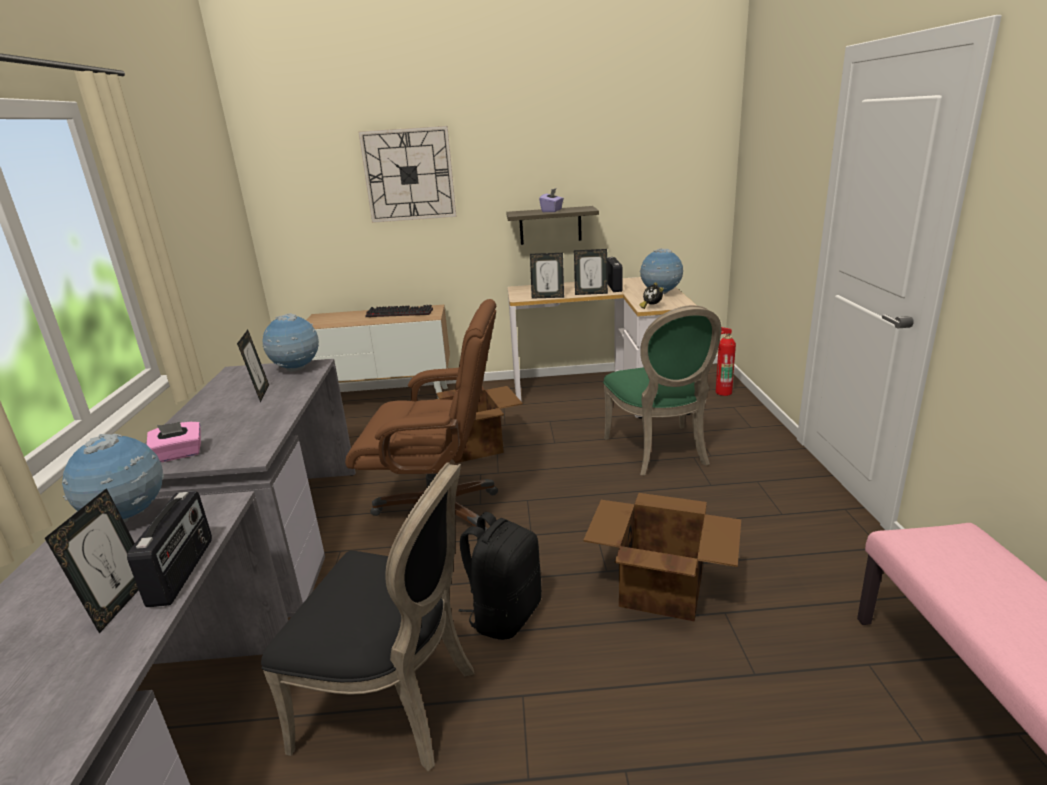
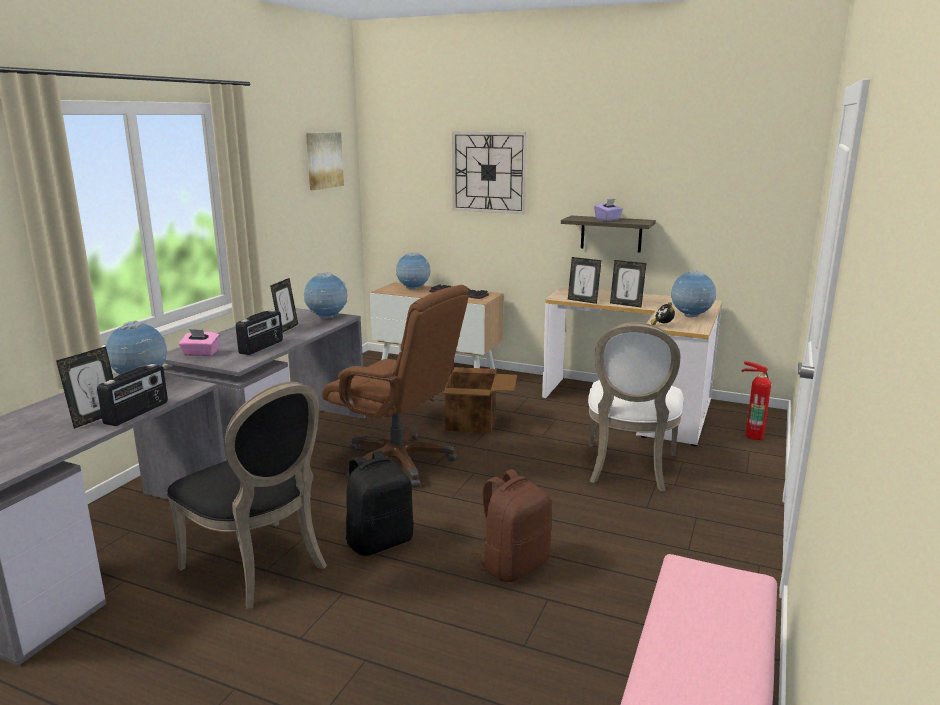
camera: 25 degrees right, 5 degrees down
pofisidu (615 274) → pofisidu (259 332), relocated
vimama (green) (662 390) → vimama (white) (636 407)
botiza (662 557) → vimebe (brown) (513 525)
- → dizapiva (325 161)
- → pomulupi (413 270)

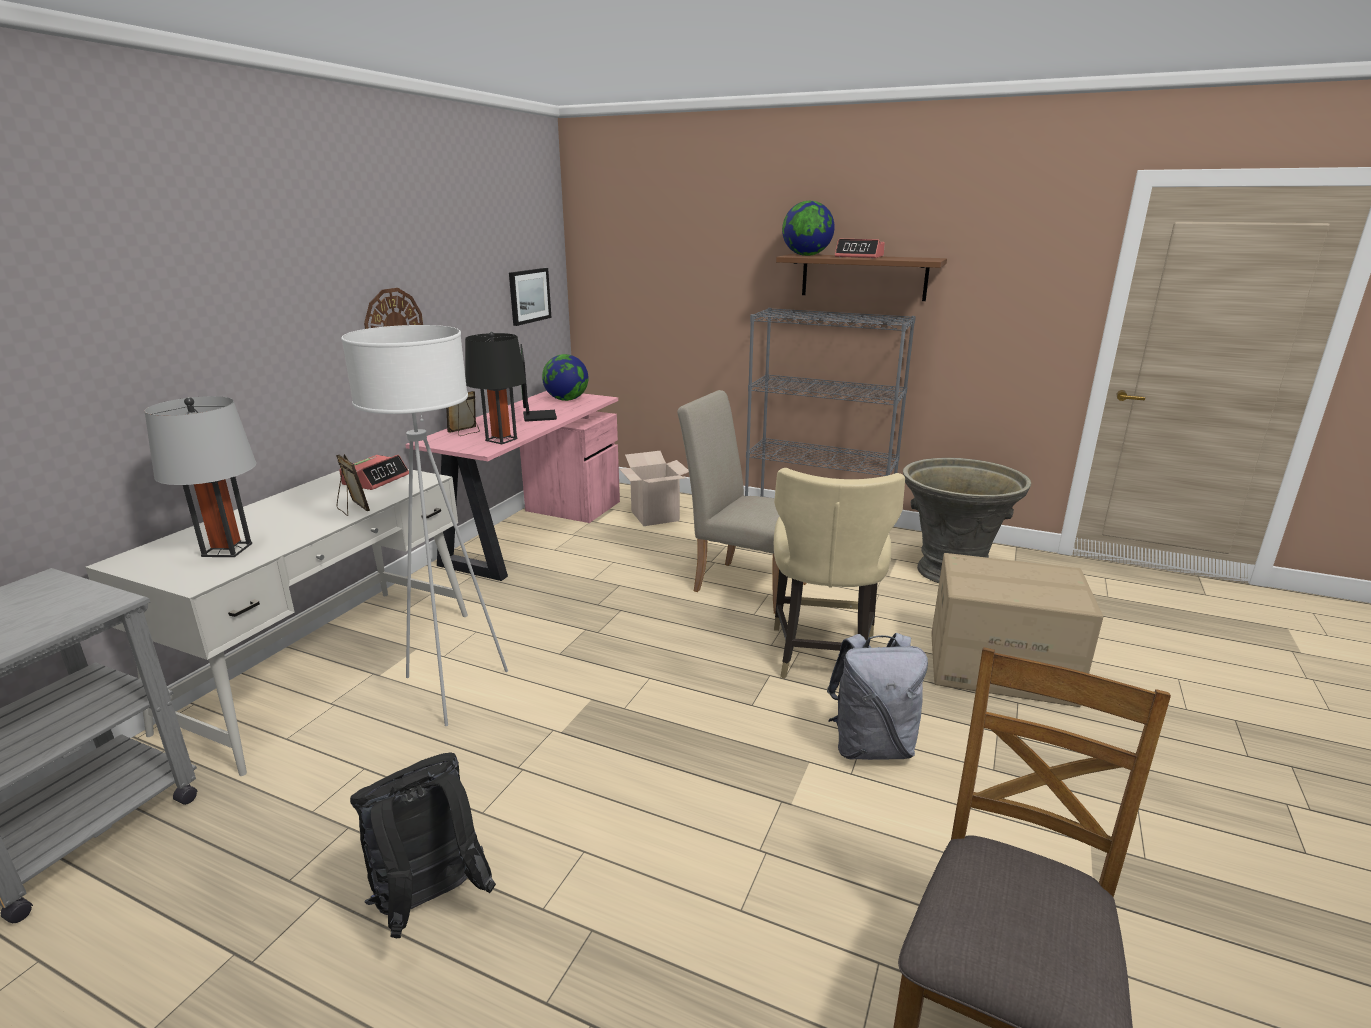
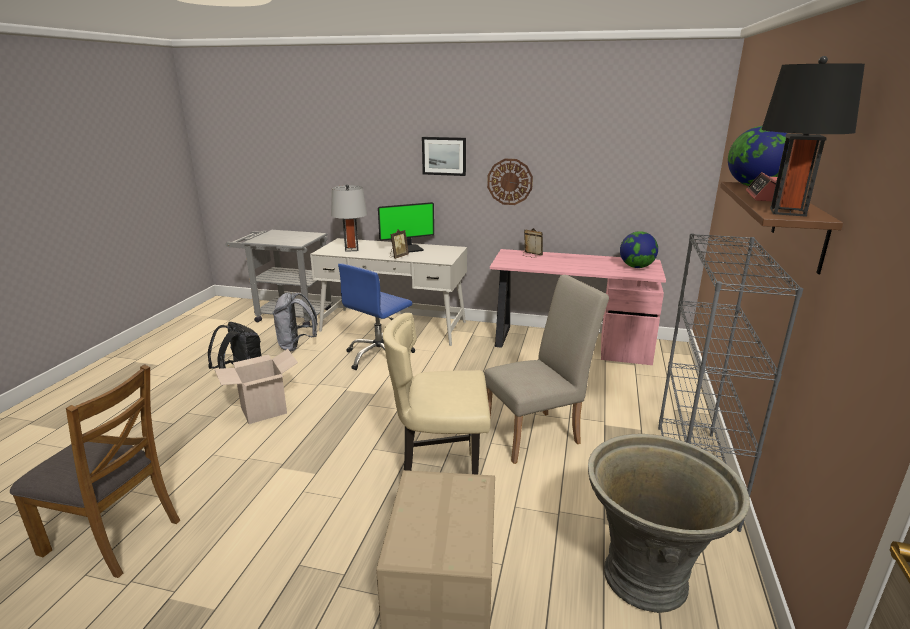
camera: 80 degrees right, 0 degrees up
dizapiva (530 297) → dizapiva (444 156), relocated
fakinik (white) (424 525) → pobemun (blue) (376 316)
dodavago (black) (495 388) → dodavago (black) (813 136), relocated
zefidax (538 383) → zefidax (406 227), relocated
vimama (beige) (742 502) → vimama (beige) (546 369), 45 degrees clockwise
botiza (654 488) → botiza (256 386), relocated
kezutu (374 472) → -
vimebe (grey) (877 696) → vimebe (grey) (295 321), relocated

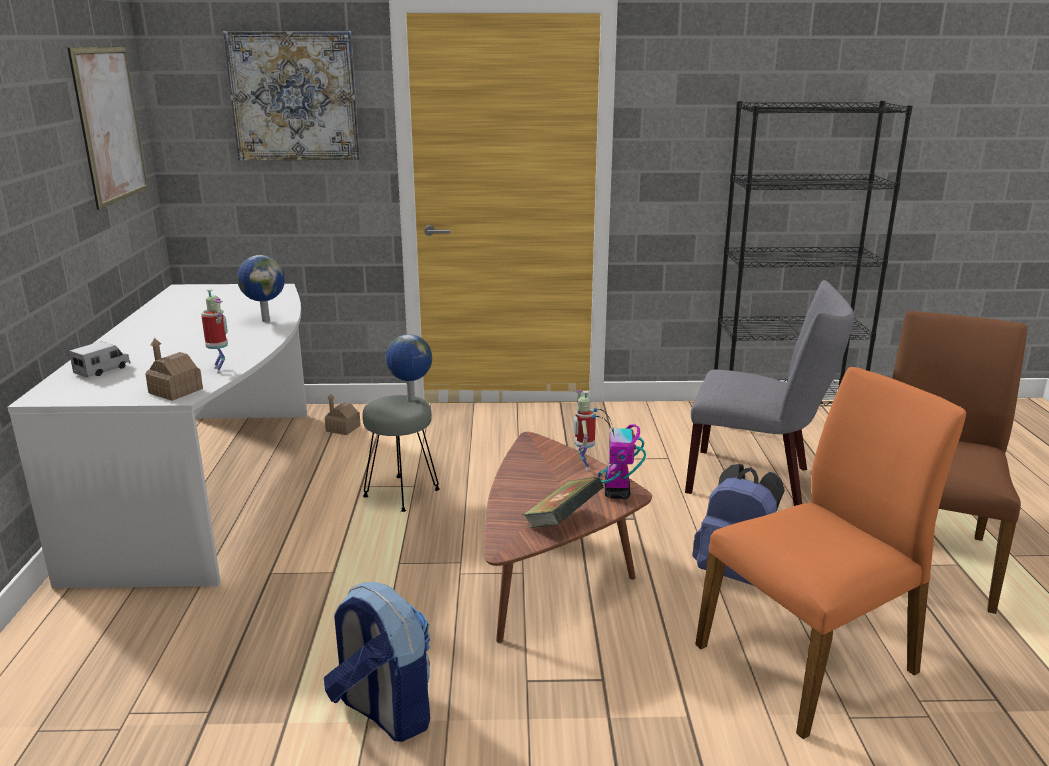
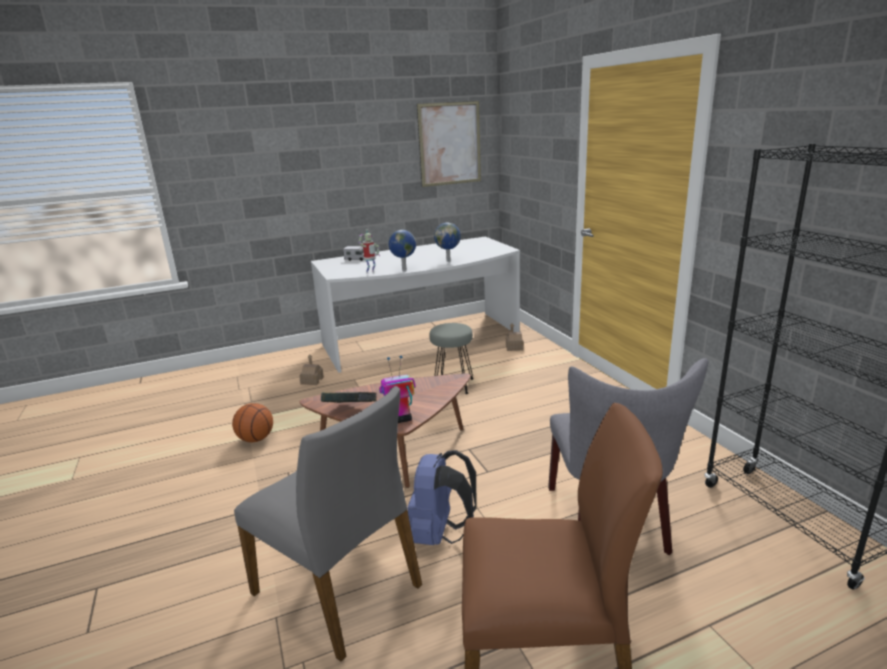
camera: 70 degrees right, 0 degrees up
dizapiva (291 95) → -
pomulupi (409 367) → pomulupi (402 250), relocated
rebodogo (174 369) → rebodogo (311 369), relocated
vimama (orange) (830 553) → vimama (grey) (328 524)
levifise (584 430) → -
vimebe (377 662) → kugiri (252 422)

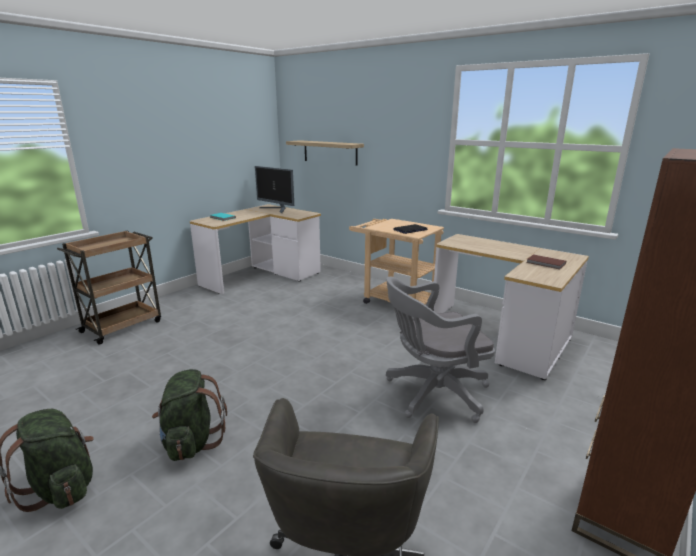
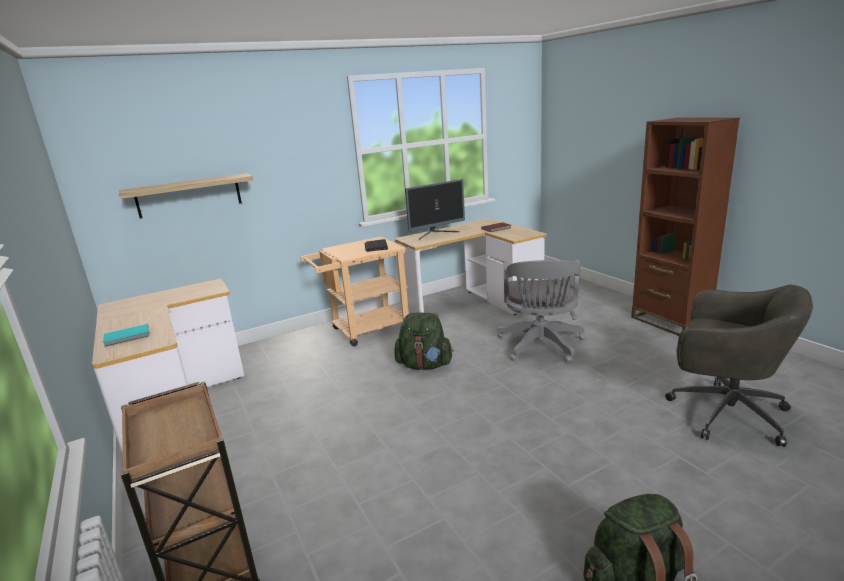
camera: 65 degrees left, 0 degrees up
zefidax (274 189) → zefidax (435 209), relocated
vimebe (green) (189 415) → vimebe (green) (423 341), relocated

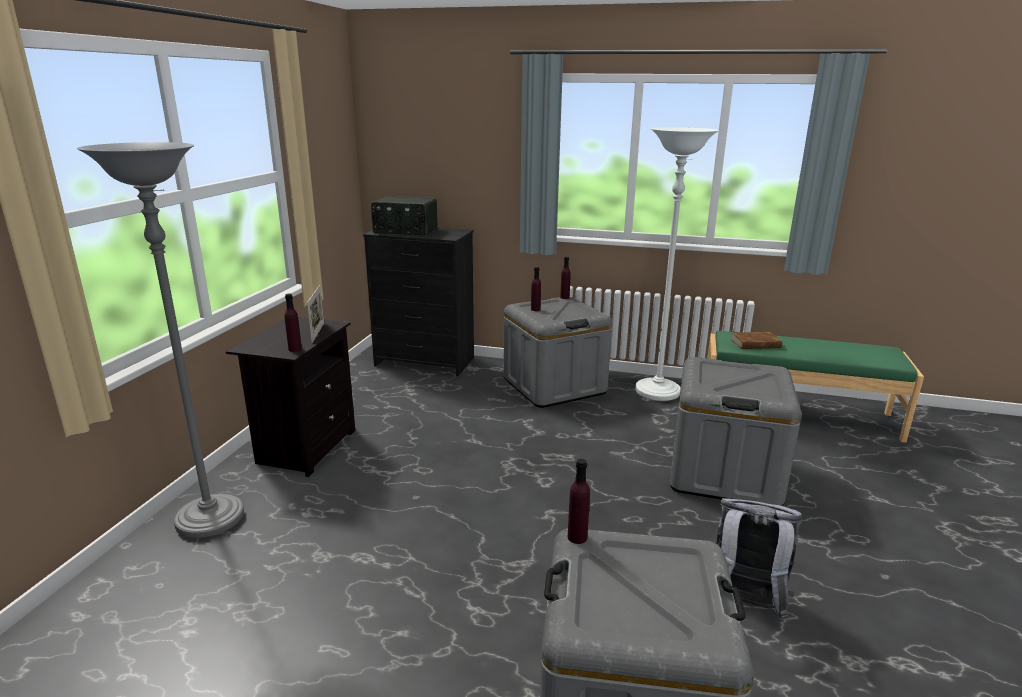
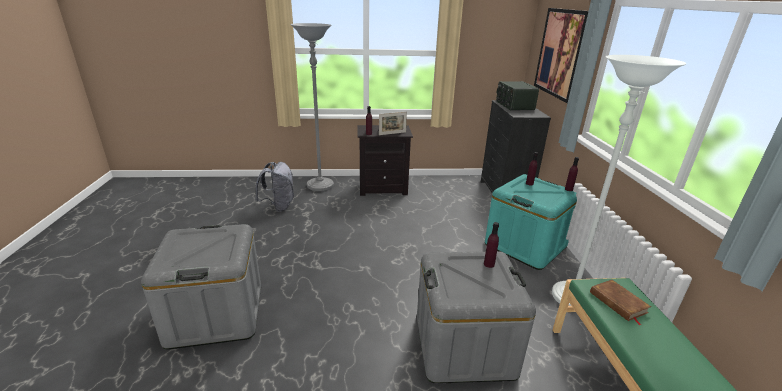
camera: 70 degrees right, 5 degrees up
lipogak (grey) (558 352) → lipogak (turquoise) (531 222)
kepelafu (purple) (579 501) → kepelafu (purple) (491 245), relocated
vimebe (grey) (758 559) → vimebe (grey) (274 187), relocated
- → dizapiva (561 55)

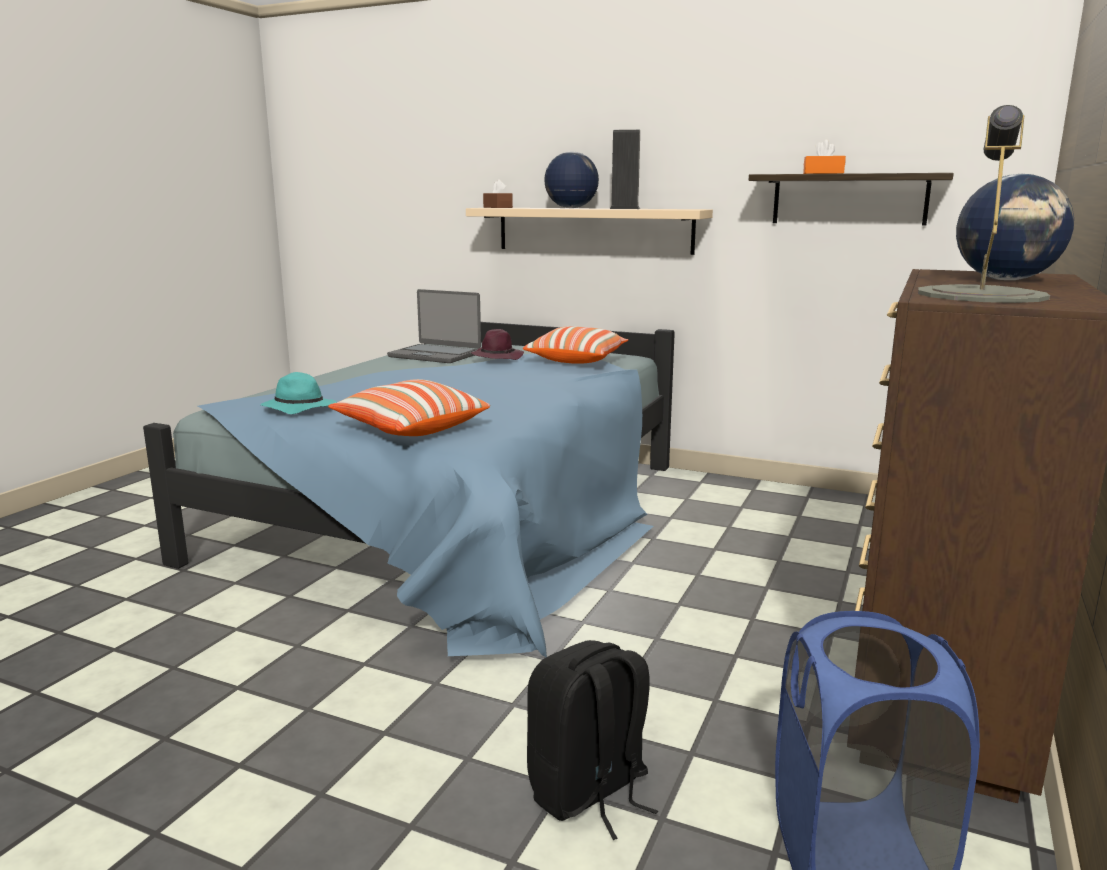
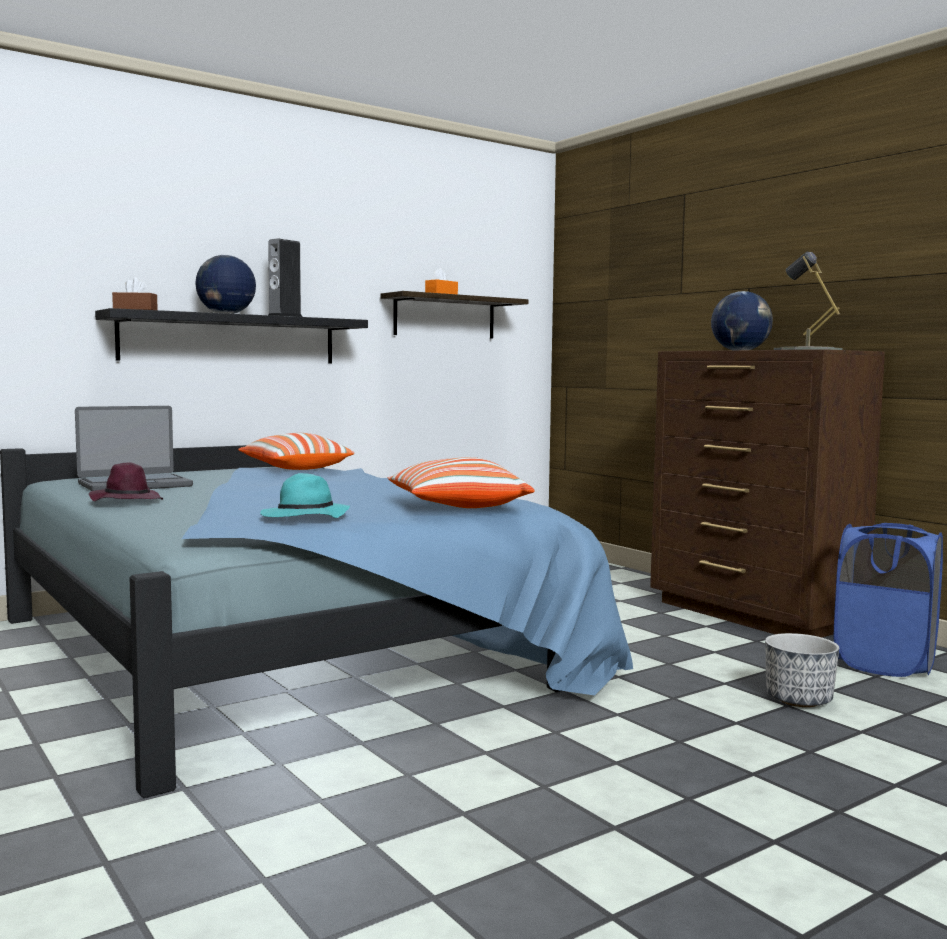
camera: 60 degrees left, 10 degrees down
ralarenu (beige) (589 231) → ralarenu (black) (231 335)
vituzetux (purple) (497 344) → vituzetux (purple) (126 482), relocated
vimebe (black) (592 740) → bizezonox (802 670)

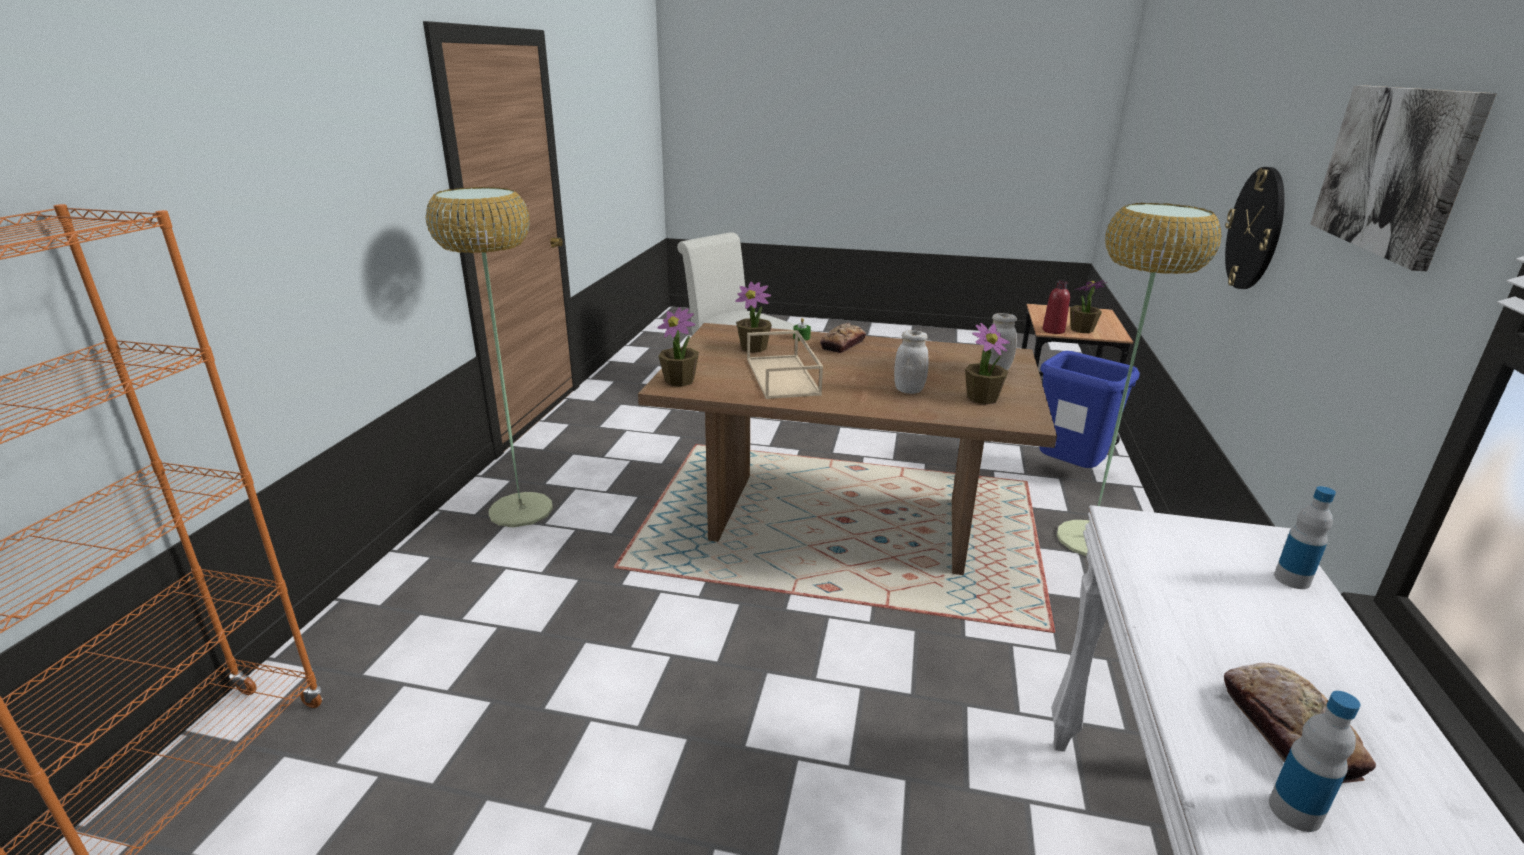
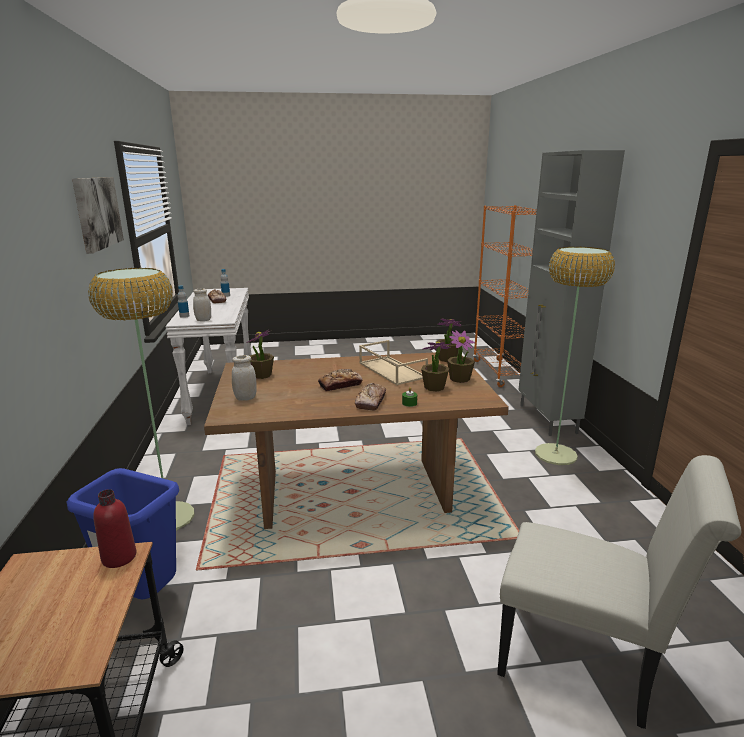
camera: 160 degrees right, 5 degrees down
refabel (1255 228) → -
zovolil (1089 306) → zovolil (461 356), relocated
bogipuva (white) (911 362) → bogipuva (white) (202 305), relocated
- → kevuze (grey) (572 293)
- → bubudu (340 380)

